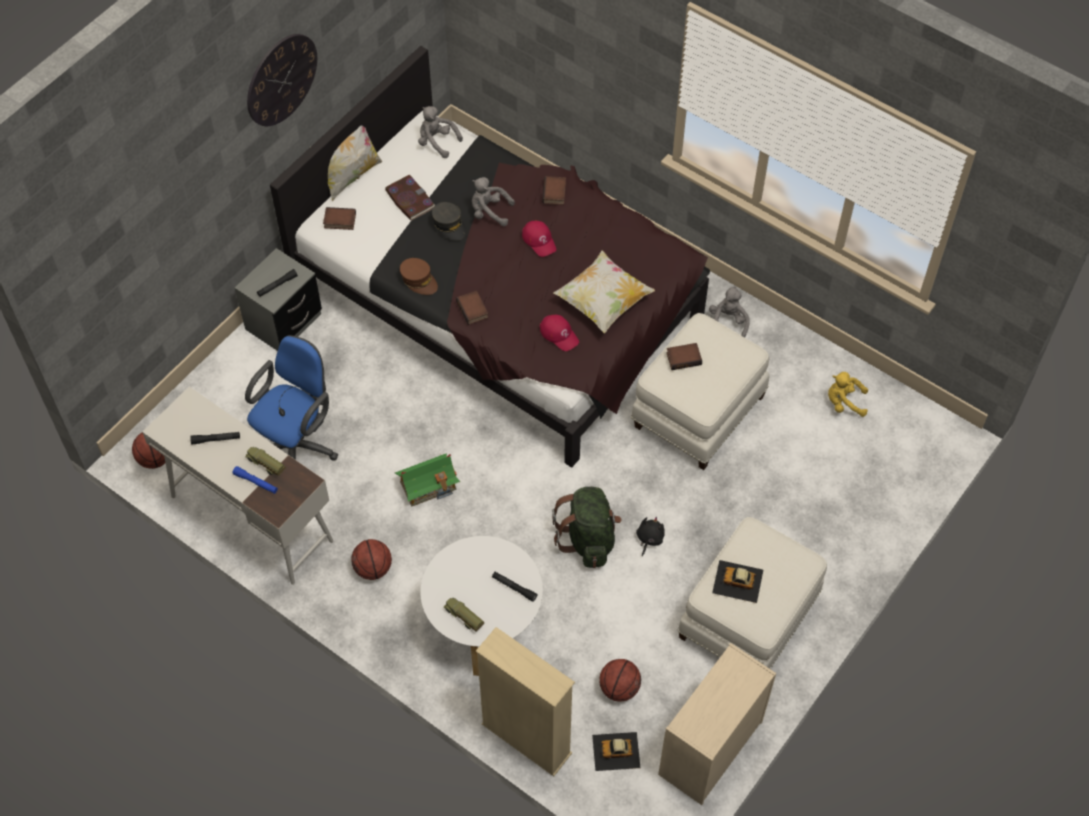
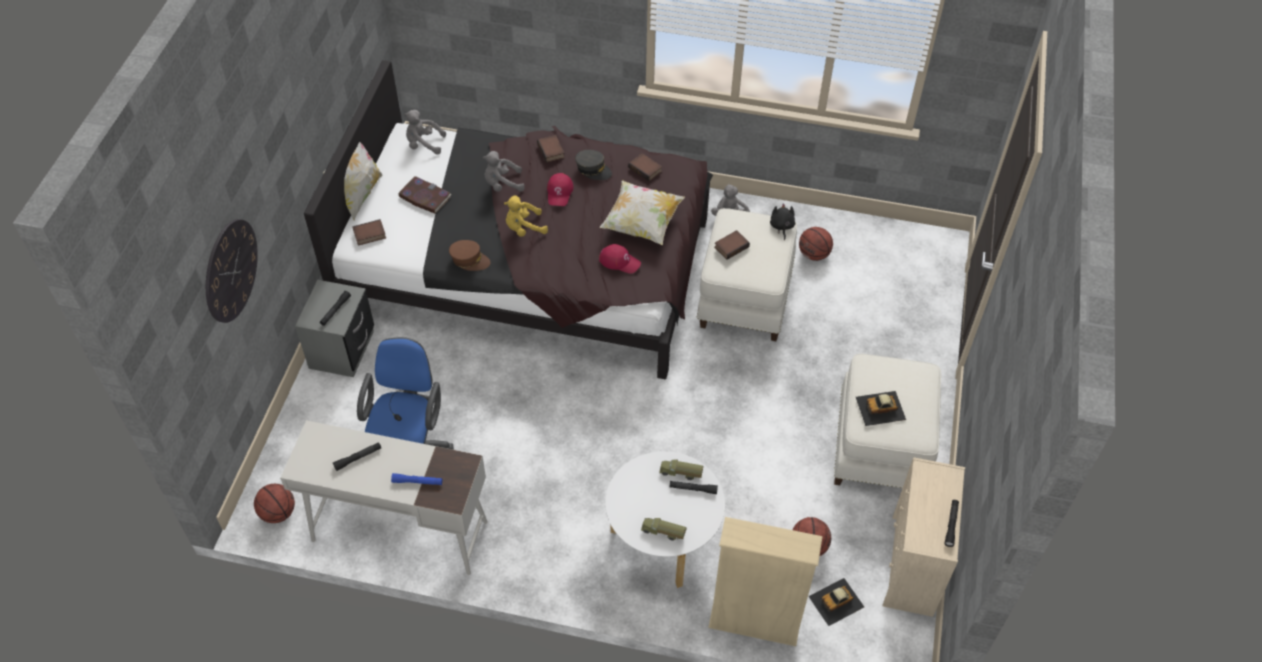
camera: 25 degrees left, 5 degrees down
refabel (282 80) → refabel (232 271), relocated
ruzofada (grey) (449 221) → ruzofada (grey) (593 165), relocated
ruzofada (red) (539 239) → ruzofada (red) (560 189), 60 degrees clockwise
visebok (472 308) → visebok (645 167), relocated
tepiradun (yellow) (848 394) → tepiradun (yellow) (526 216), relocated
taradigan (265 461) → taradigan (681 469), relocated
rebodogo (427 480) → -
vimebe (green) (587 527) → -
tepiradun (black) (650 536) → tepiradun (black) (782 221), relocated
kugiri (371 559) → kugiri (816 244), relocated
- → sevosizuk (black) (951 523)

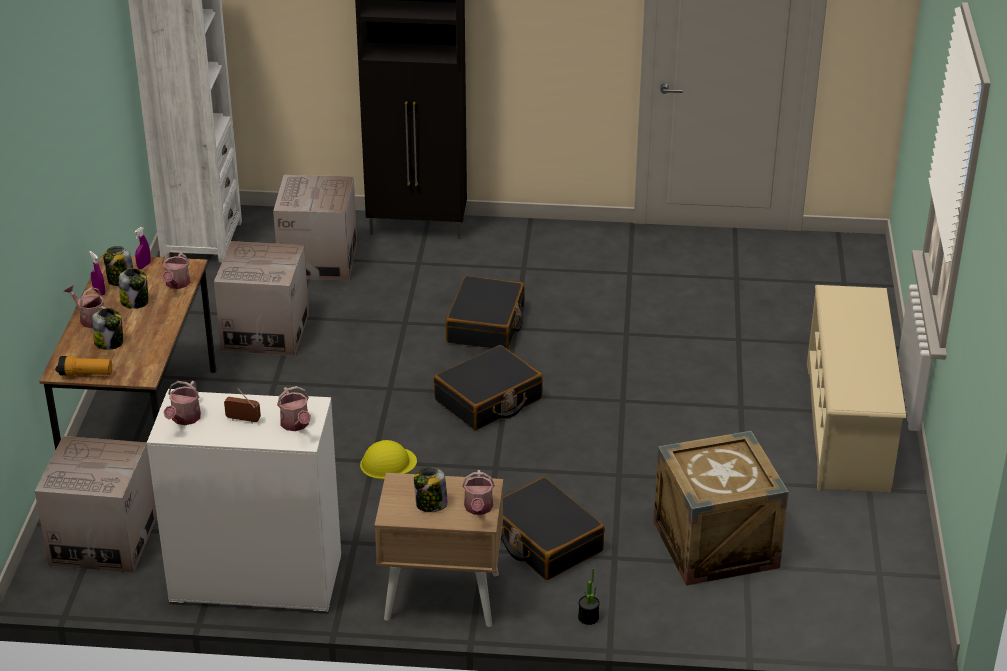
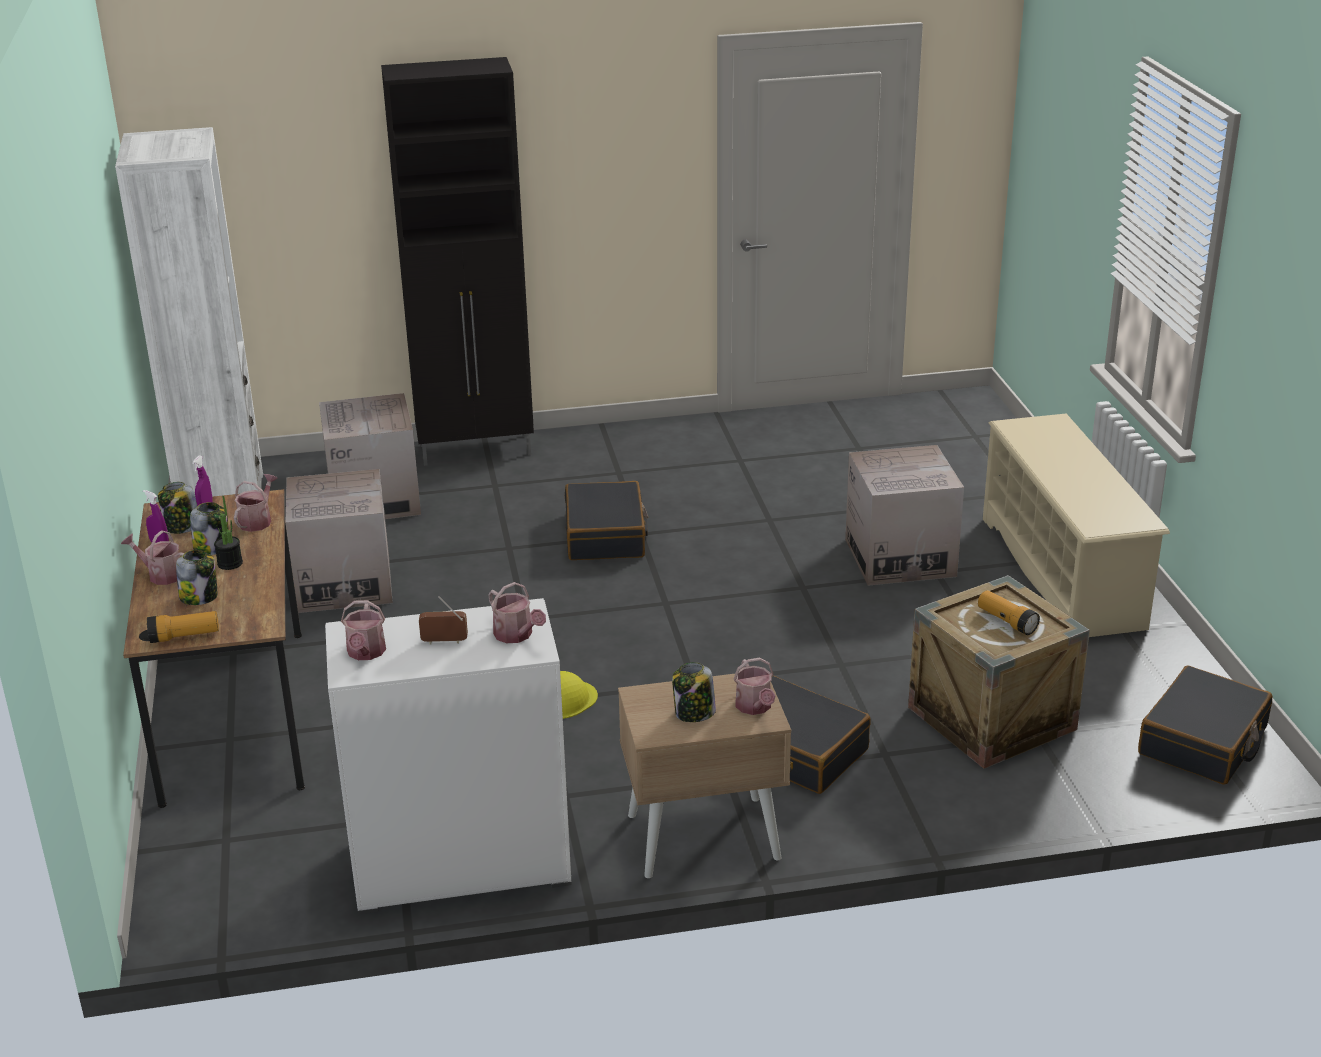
camera: 15 degrees left, 5 degrees down
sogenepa (176 269) → sogenepa (256 503), 150 degrees counterclockwise
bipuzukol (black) (488 387) → bipuzukol (black) (1205 725), relocated
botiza (96 504) → botiza (904 515), relocated
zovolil (589 596) → zovolil (228 533), relocated
- → sevosizuk (1009 612)

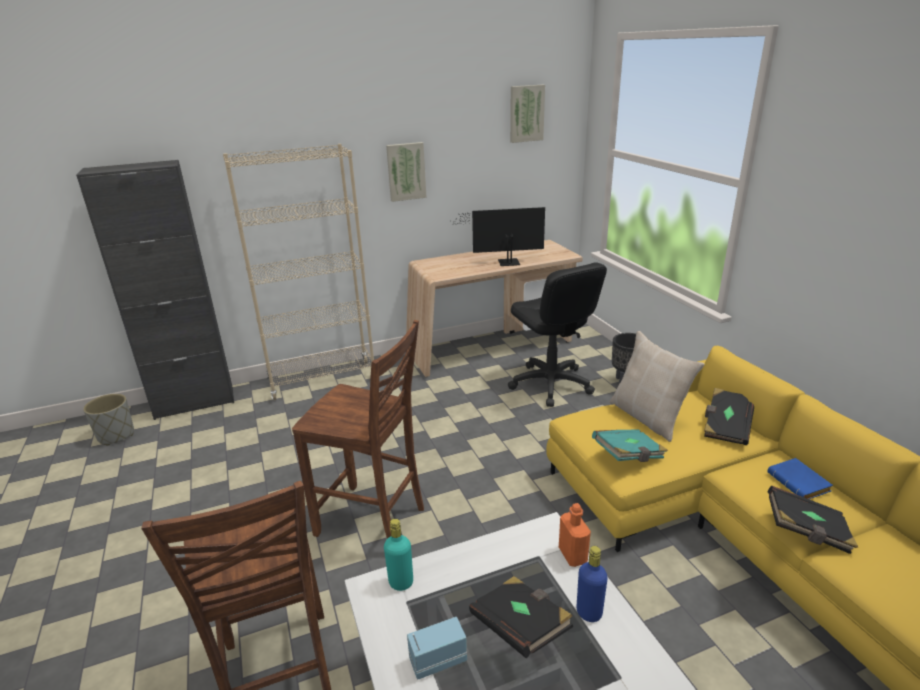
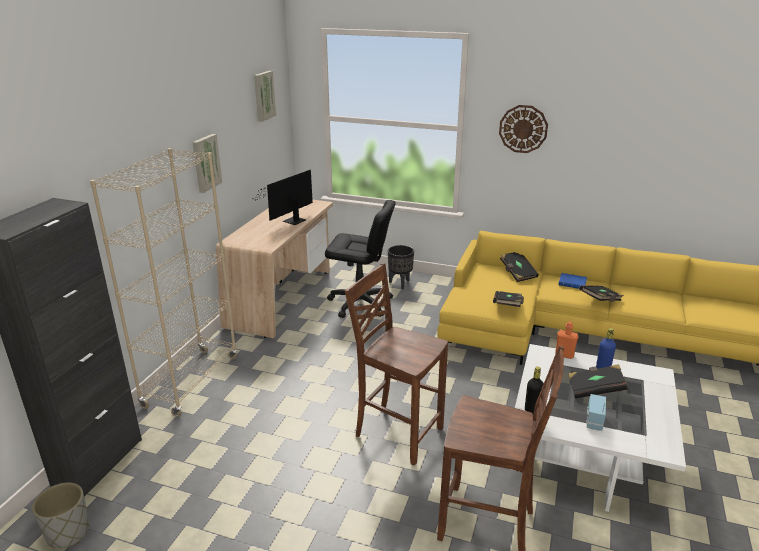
camera: 50 degrees left, 0 degrees up
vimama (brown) (358 429) → vimama (brown) (396 364), 120 degrees counterclockwise
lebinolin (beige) (657 386) → -
visebok (turquoise) (630 445) → visebok (black) (508 299)
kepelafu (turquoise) (398 555) → kepelafu (black) (534 390)
- → refabel (523 129)

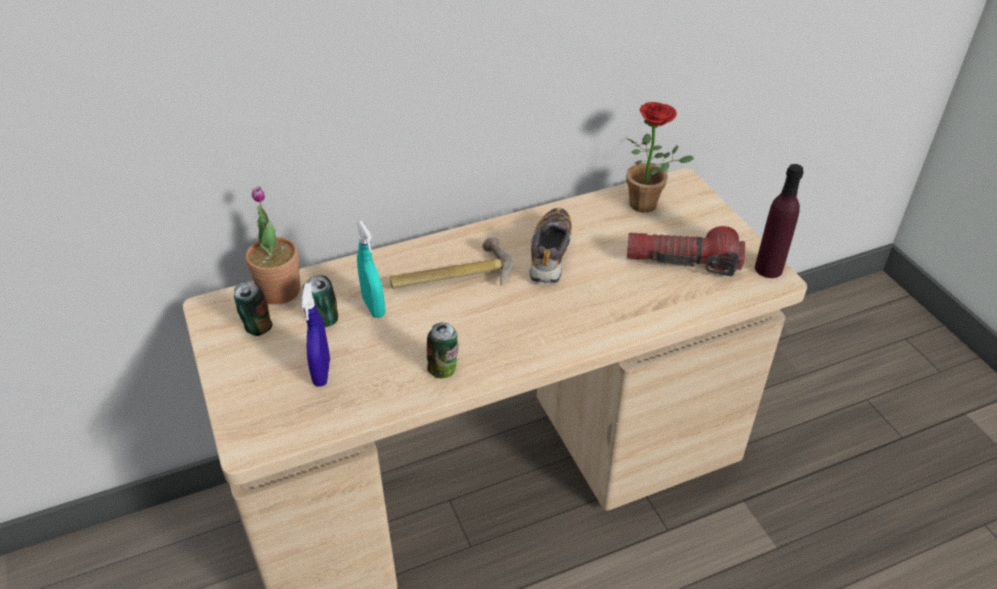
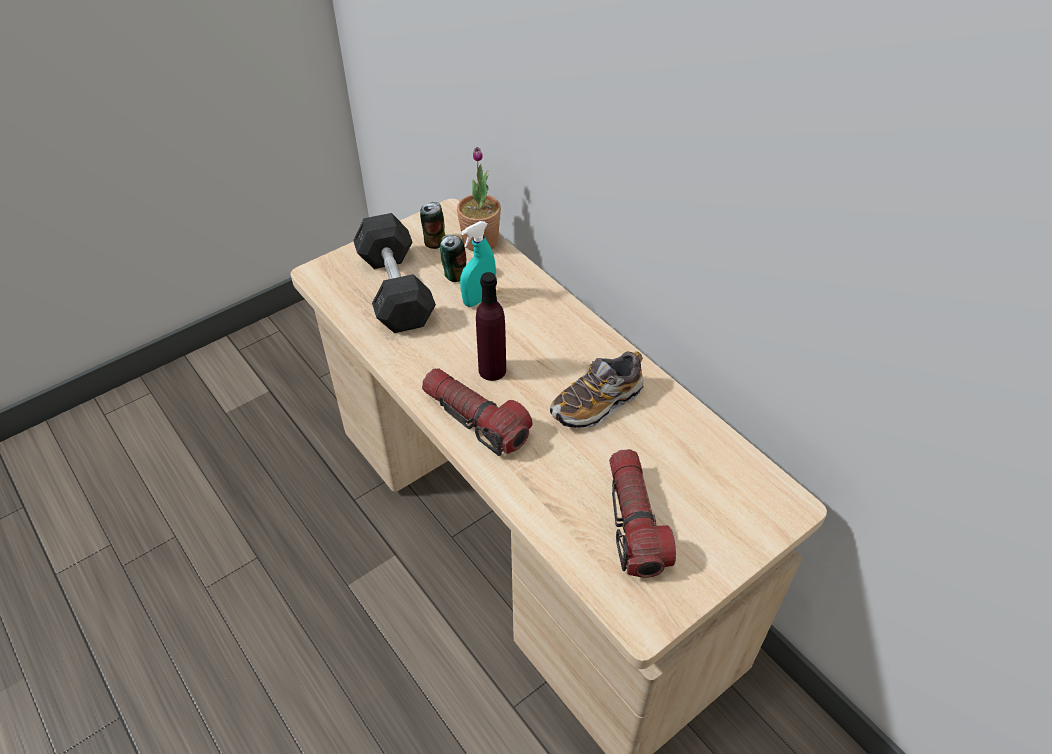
camera: 75 degrees right, 5 degrees up
zovolil (660 157) → -
kepelafu (purple) (779 221) → kepelafu (purple) (491 326), relocated
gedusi (551 246) → gedusi (597 389), 150 degrees clockwise
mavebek (451 262) → -
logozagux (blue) (315 335) → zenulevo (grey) (394 273)
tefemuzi (443 350) → -
- → sevosizuk (477 412)

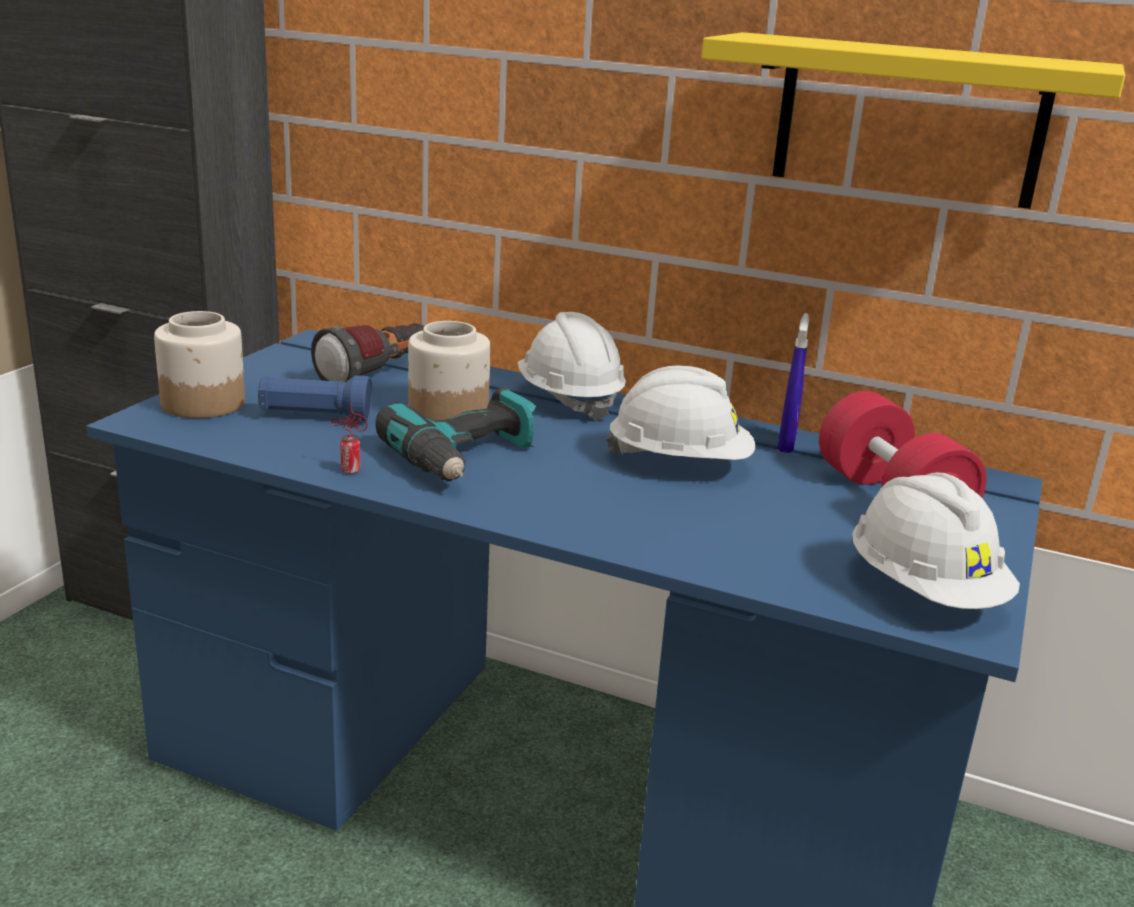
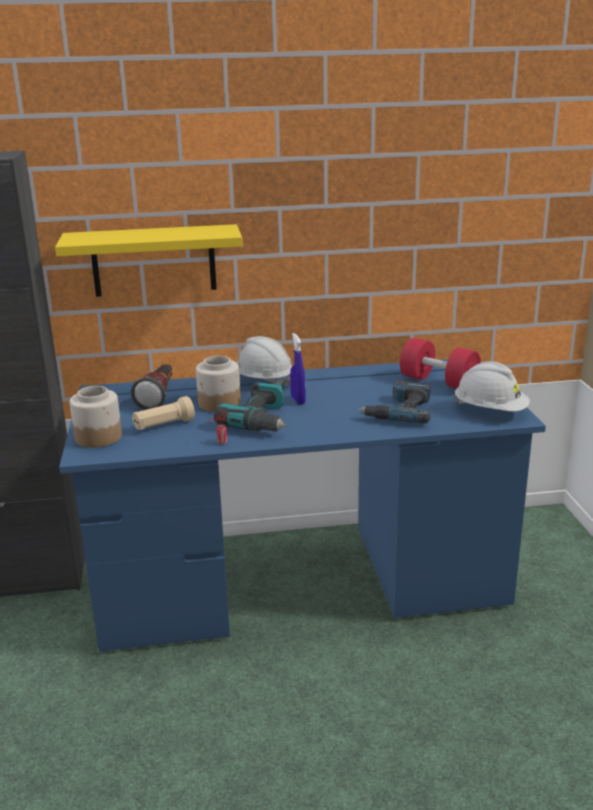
camera: 30 degrees left, 0 degrees up
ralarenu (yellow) (913 120) → ralarenu (yellow) (149 260), relocated
logozagux (blue) (793 383) → logozagux (blue) (298 369), relocated
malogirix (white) (680 413) → -
sevosizuk (blue) (315 398) → sevosizuk (beige) (163 413)
- → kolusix (394 402)

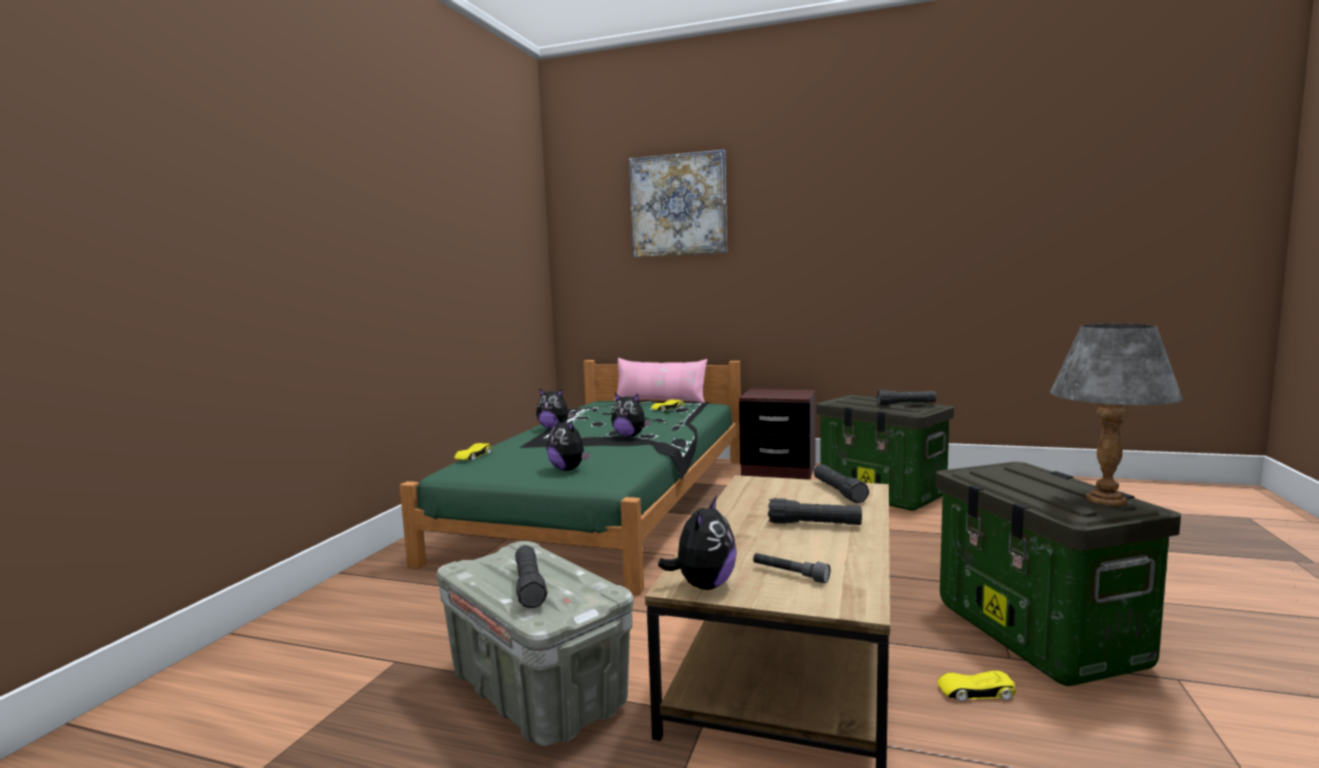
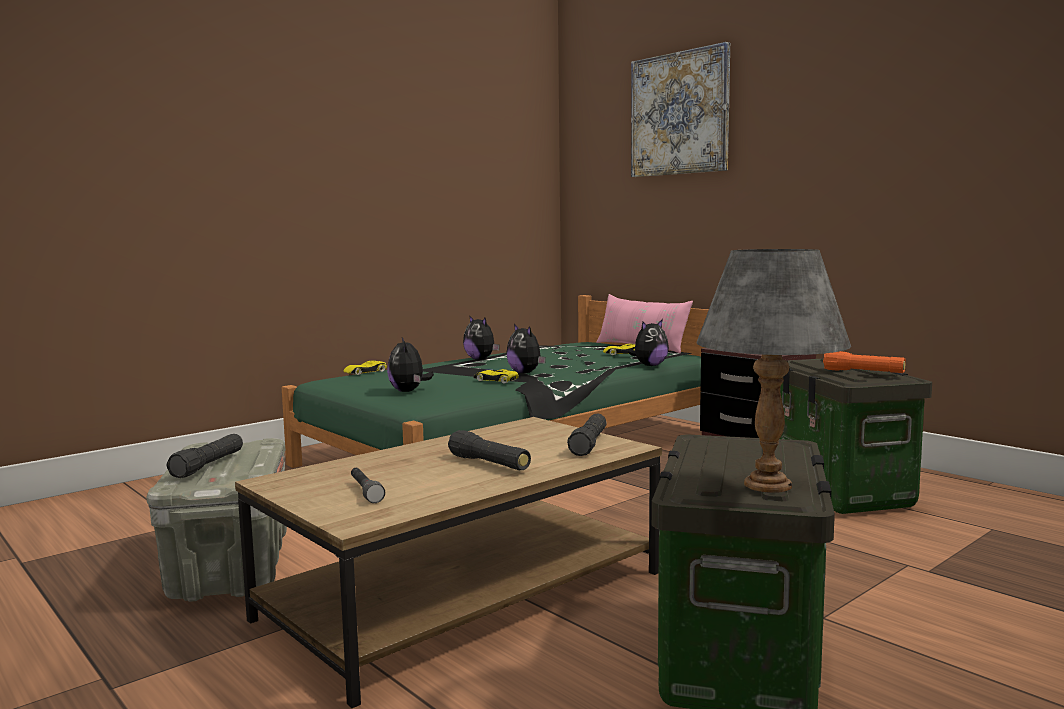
camera: 30 degrees right, 0 degrees up
sevosizuk (black) (906 397) → sevosizuk (orange) (864 362)
tepiradun (697 542) → tepiradun (648 342), relocated
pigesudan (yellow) (976 686) → pigesudan (yellow) (496 376), relocated

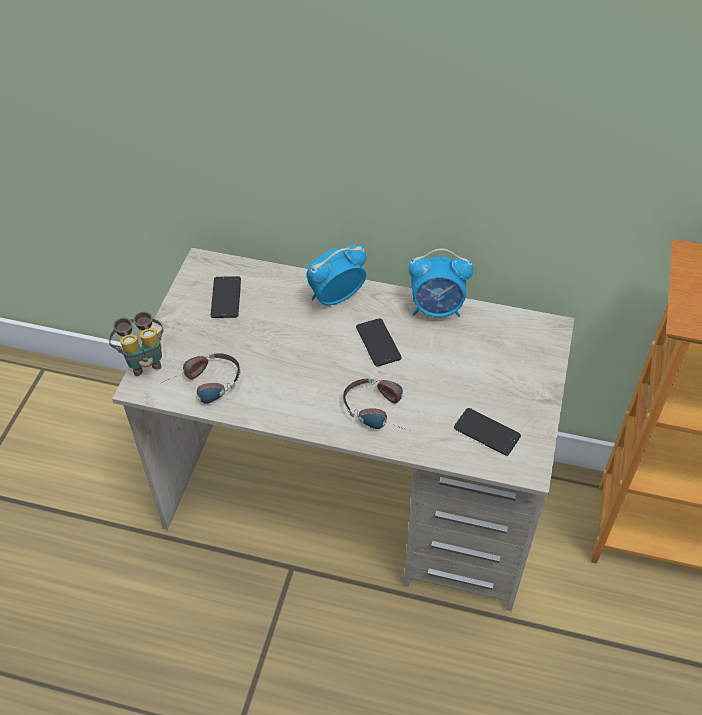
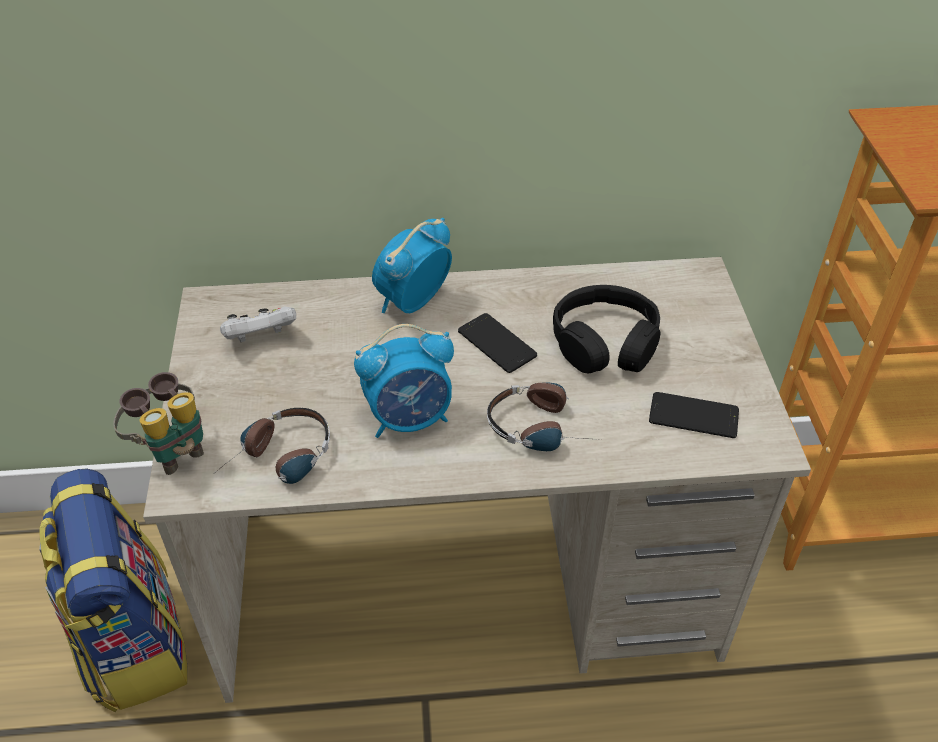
camera: 20 degrees left, 5 degrees down
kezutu (441 282) → kezutu (404 381), relocated
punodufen (226 297) → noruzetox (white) (258 324)
- → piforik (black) (607 329)
- → vimebe (113 590)

